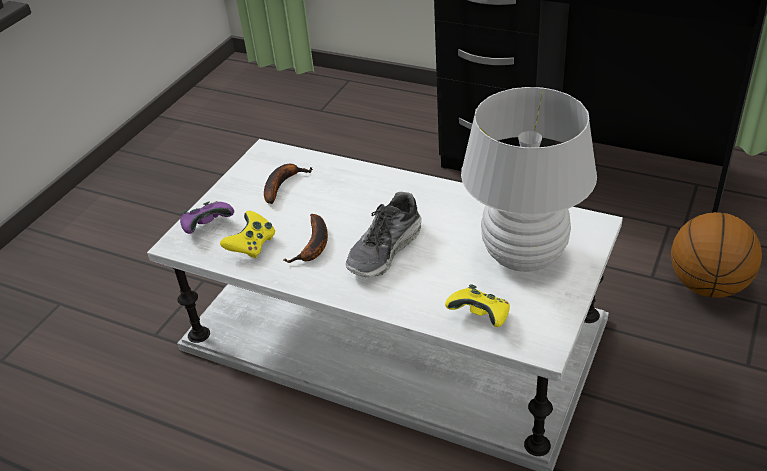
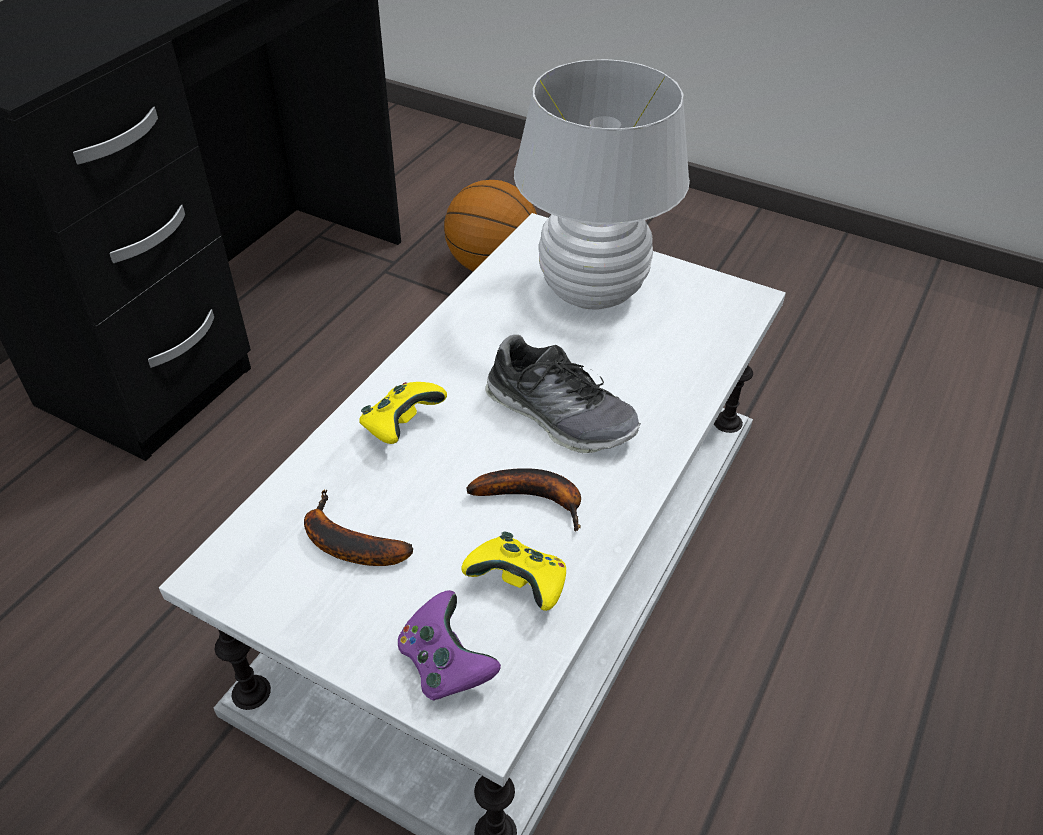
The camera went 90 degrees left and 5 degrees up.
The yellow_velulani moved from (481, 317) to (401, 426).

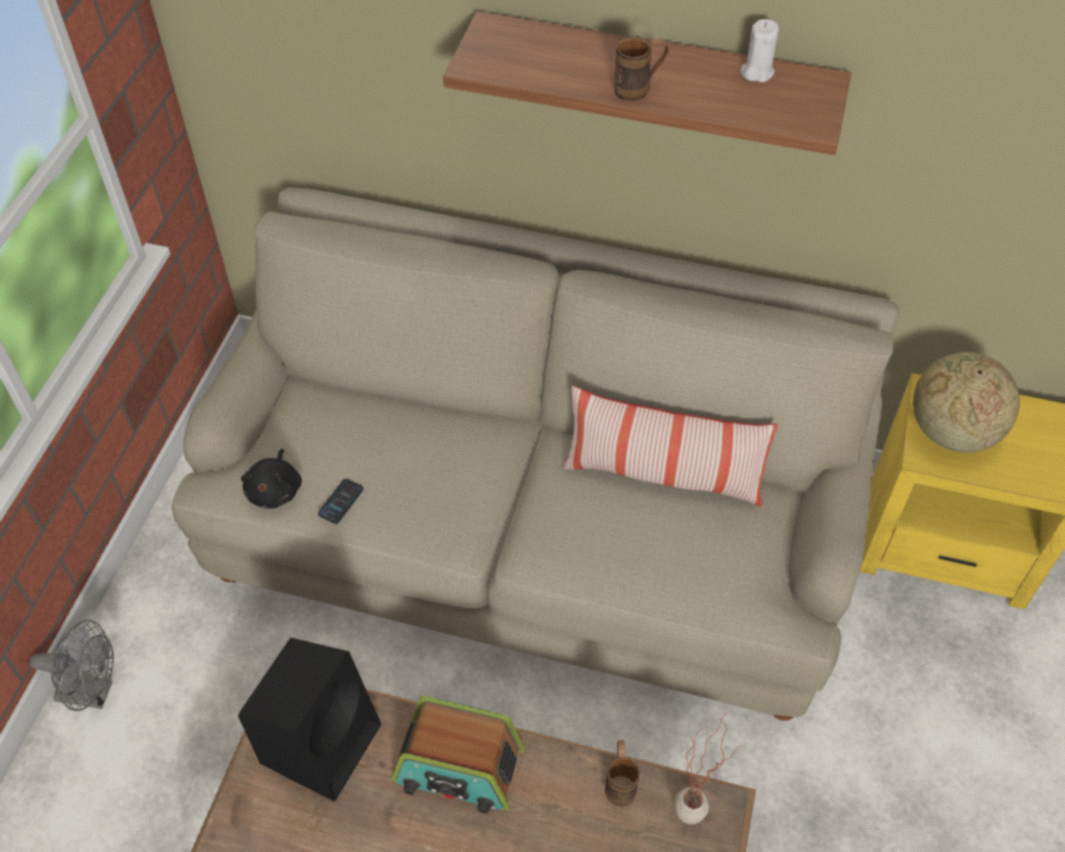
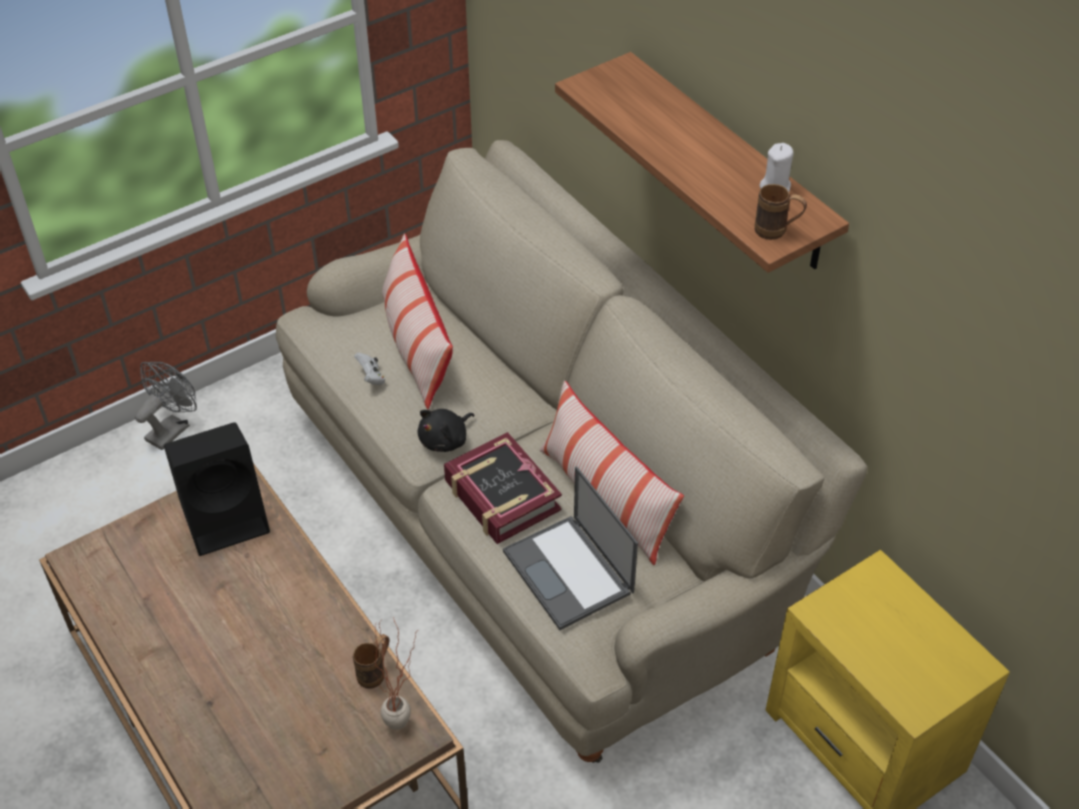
The camera went 40 degrees right and 5 degrees down.
The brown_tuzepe moved from (639, 90) to (777, 232).
The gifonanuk at (951, 432) disappeared.
The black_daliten moved from (275, 490) to (446, 440).
The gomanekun at (341, 502) was replaced by the white_velulani at (371, 377).
The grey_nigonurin at (93, 693) turned 105 degrees counterclockwise.
The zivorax at (458, 767) disappeared.
The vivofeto at (417, 348) appeared.
The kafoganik at (501, 496) appeared.
The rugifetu at (569, 573) appeared.

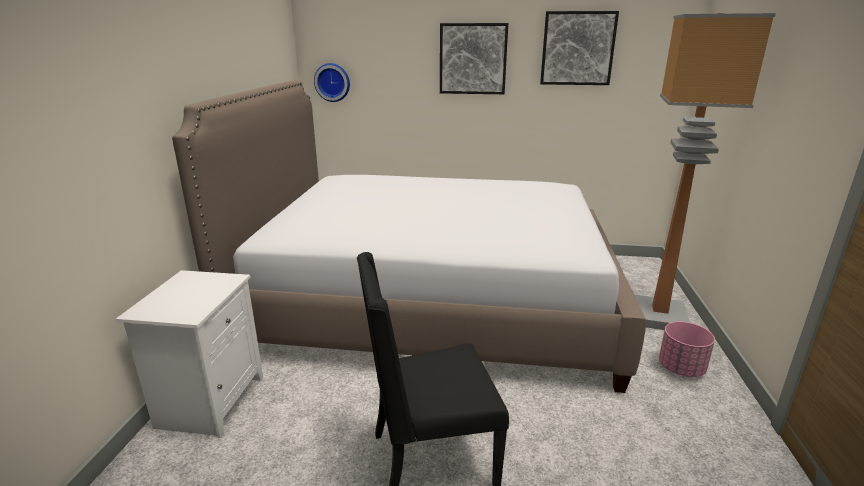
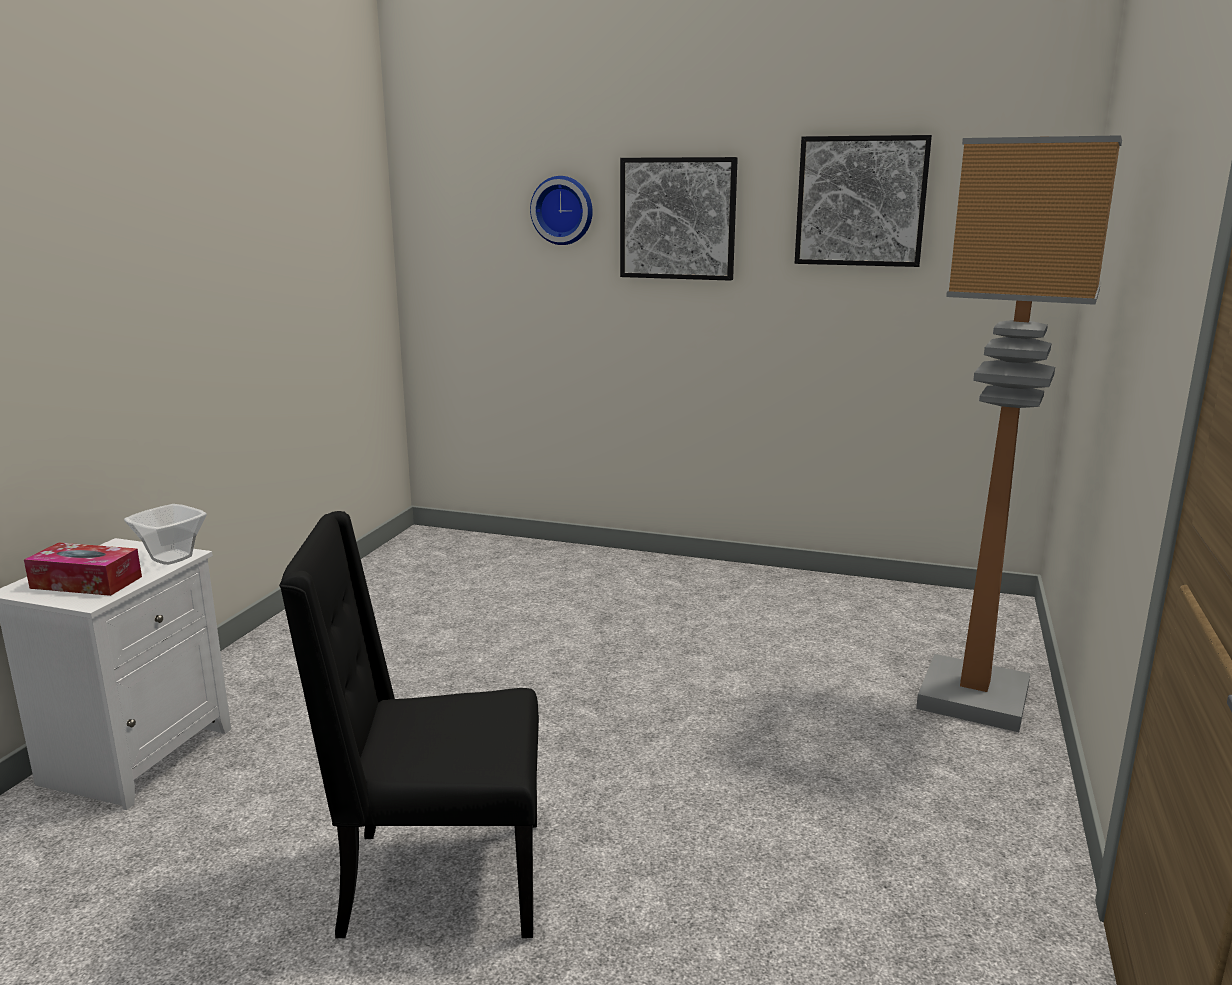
The camera went 10 degrees right and 5 degrees down.
The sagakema moved from (333, 82) to (563, 210).
The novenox at (431, 302) disappeared.
The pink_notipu at (681, 368) disappeared.
The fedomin at (172, 557) appeared.
The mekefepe at (86, 582) appeared.

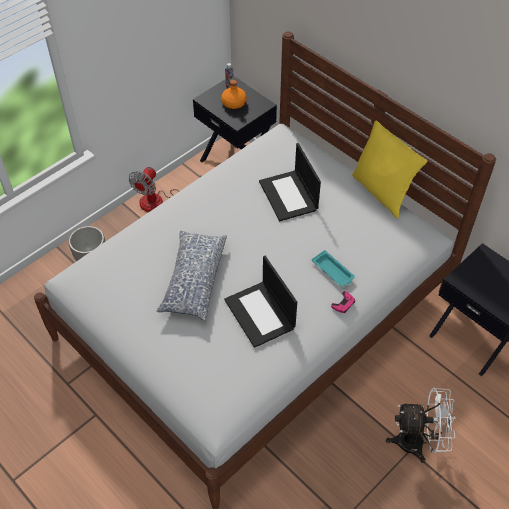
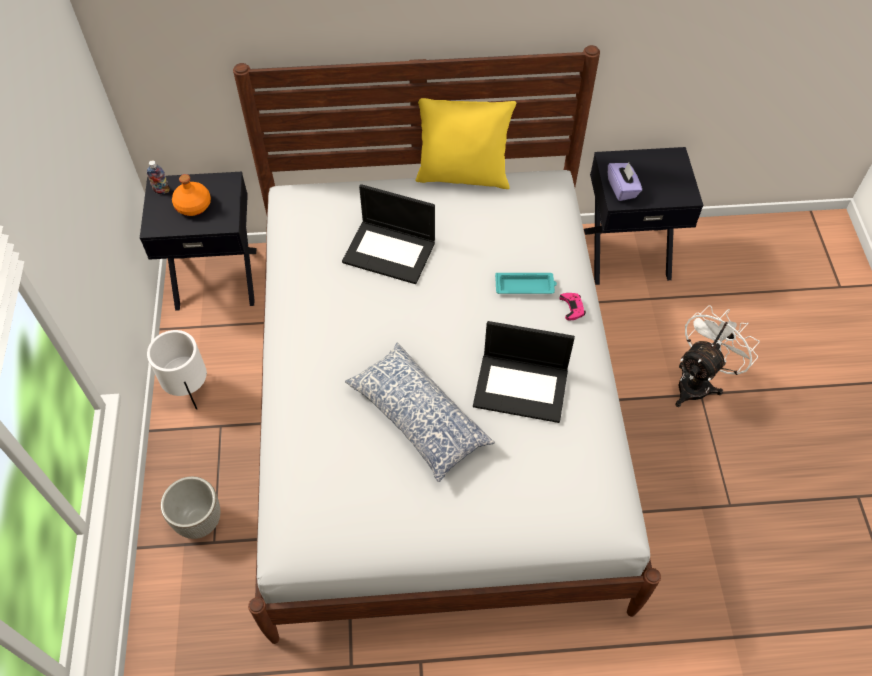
The camera went 50 degrees left and 5 degrees up.
The nigonurin at (160, 201) was replaced by the white_notipu at (190, 390).
The purple_mekefepe at (622, 189) appeared.

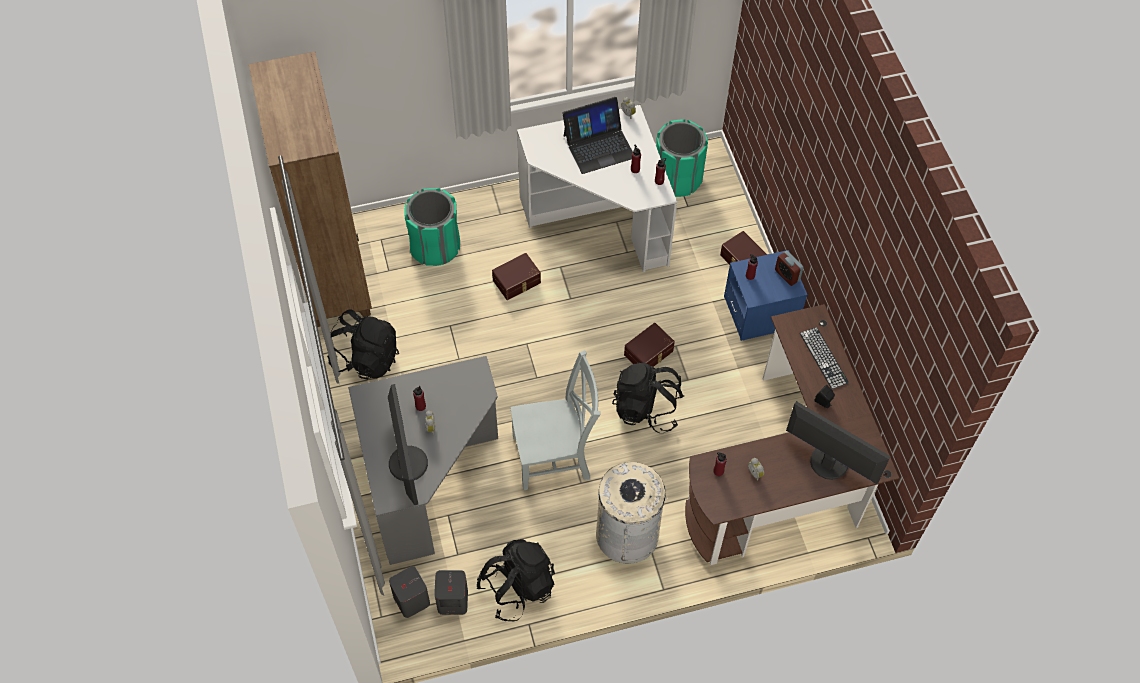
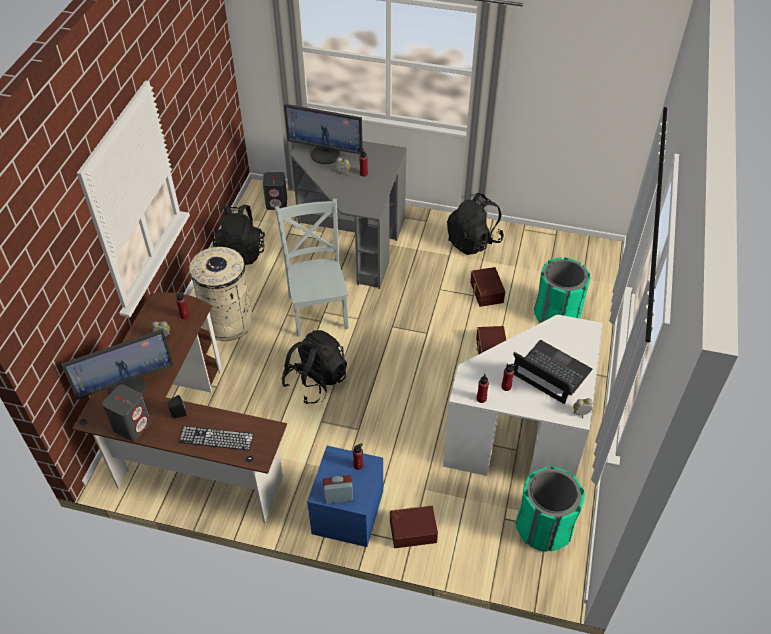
The camera went 120 degrees right and 10 degrees down.
The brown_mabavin at (334, 274) disappeared.
The rugifetu at (598, 146) turned 120 degrees clockwise.
The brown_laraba moved from (649, 353) to (485, 292).
The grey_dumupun at (555, 457) turned 150 degrees clockwise.
The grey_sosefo moved from (452, 600) to (132, 425).

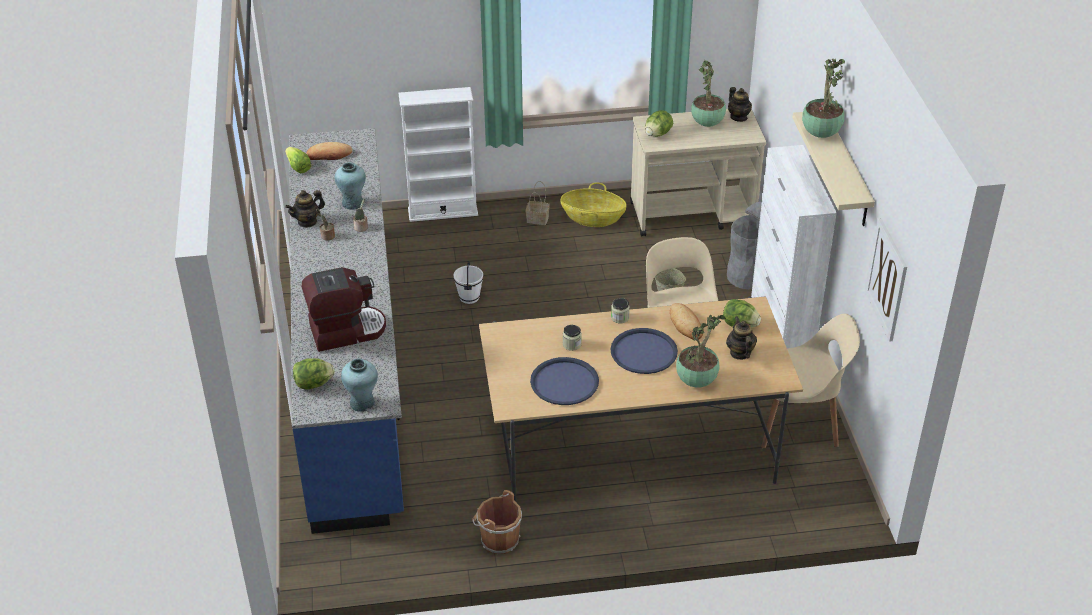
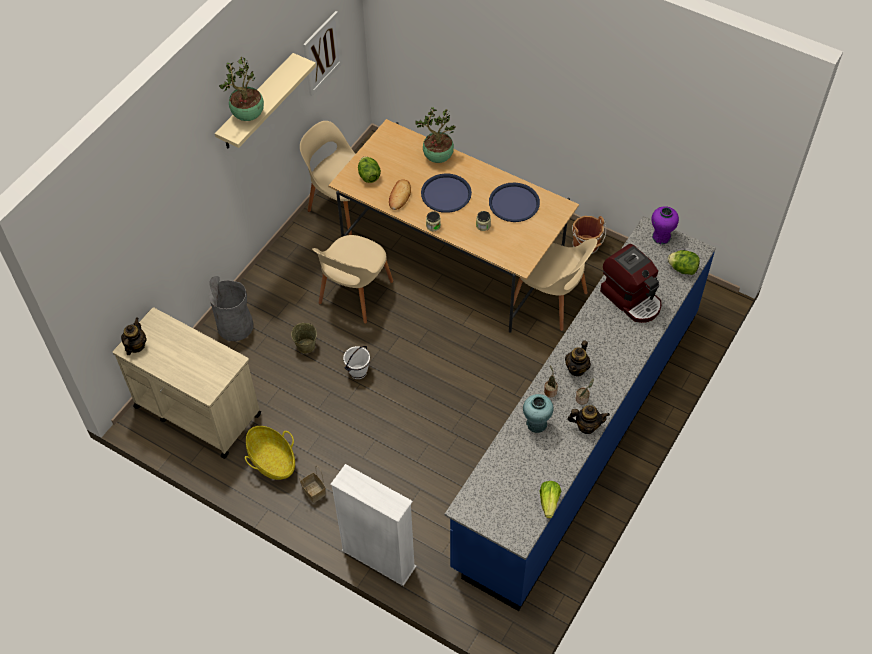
The camera went 140 degrees left and 15 degrees up.
The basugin at (707, 124) disappeared.
The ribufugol at (657, 134) disappeared.
The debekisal at (329, 155) disappeared.
The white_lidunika at (781, 333) disappeared.
The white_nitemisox moved from (469, 297) to (358, 372).
The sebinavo at (346, 330) turned 150 degrees counterclockwise.
The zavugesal moved from (740, 353) to (577, 368).
The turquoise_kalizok at (362, 402) became the purple_kalizok at (661, 237).
The beige_dumupun at (551, 301) appeared.

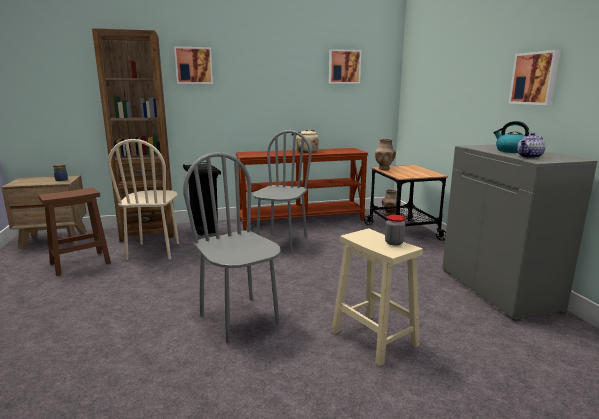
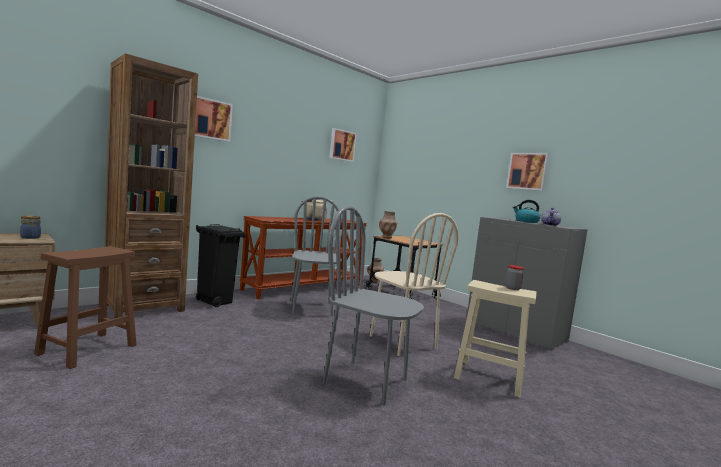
The camera went 30 degrees left and 10 degrees down.
The beige_dumupun moved from (154, 251) to (402, 342).

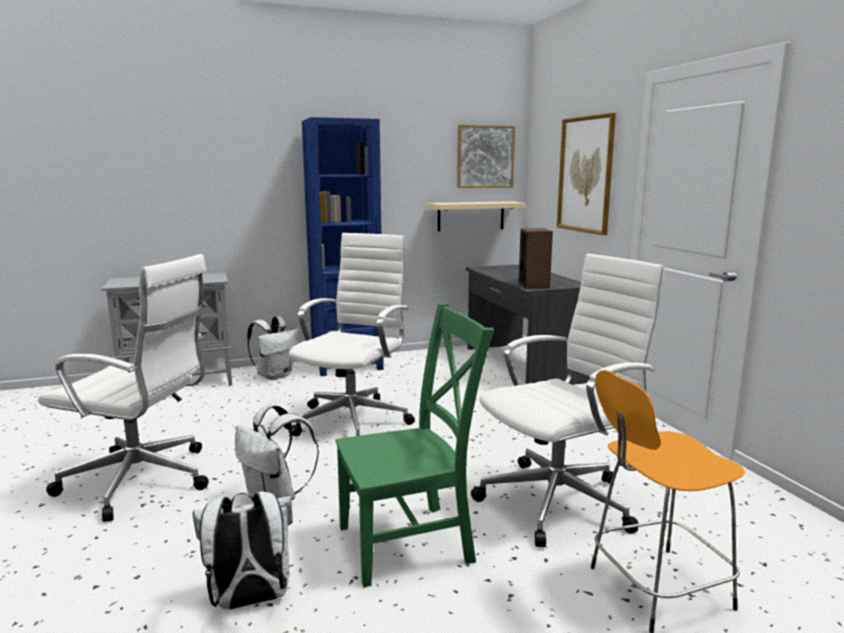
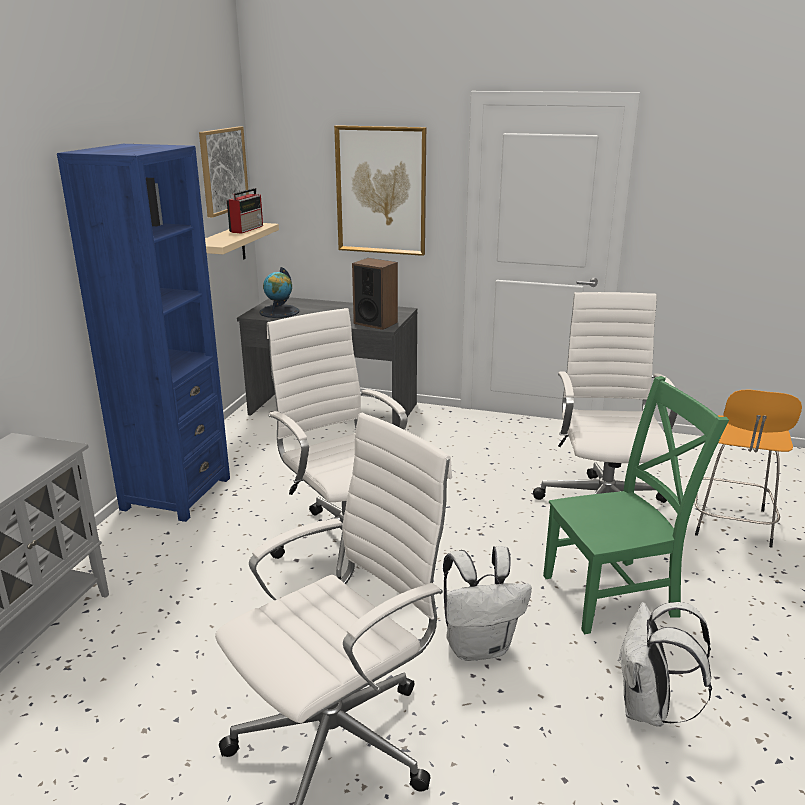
The camera went 55 degrees left and 10 degrees up.
The green_dumupun at (411, 542) turned 60 degrees clockwise.
The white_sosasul at (275, 375) disappeared.
The zivorax at (247, 229) appeared.
The gifonanuk at (279, 312) appeared.

